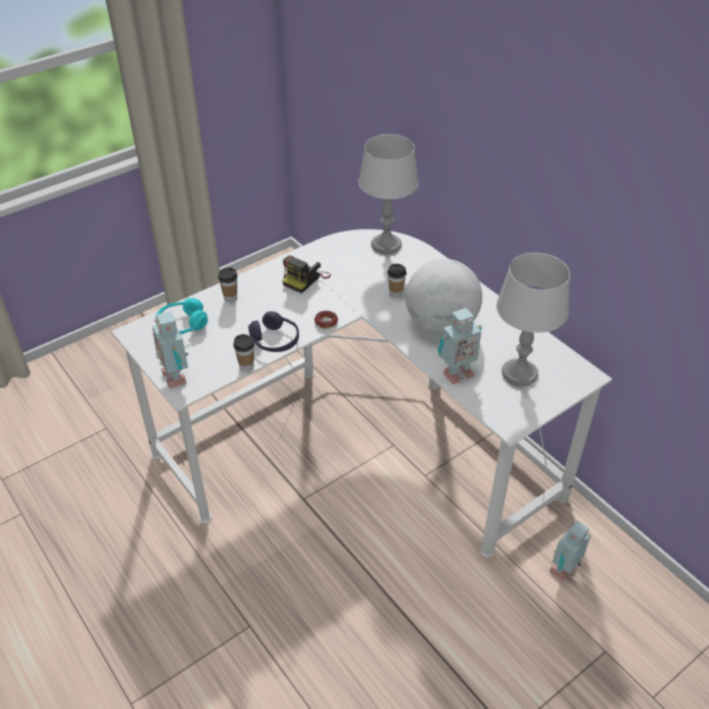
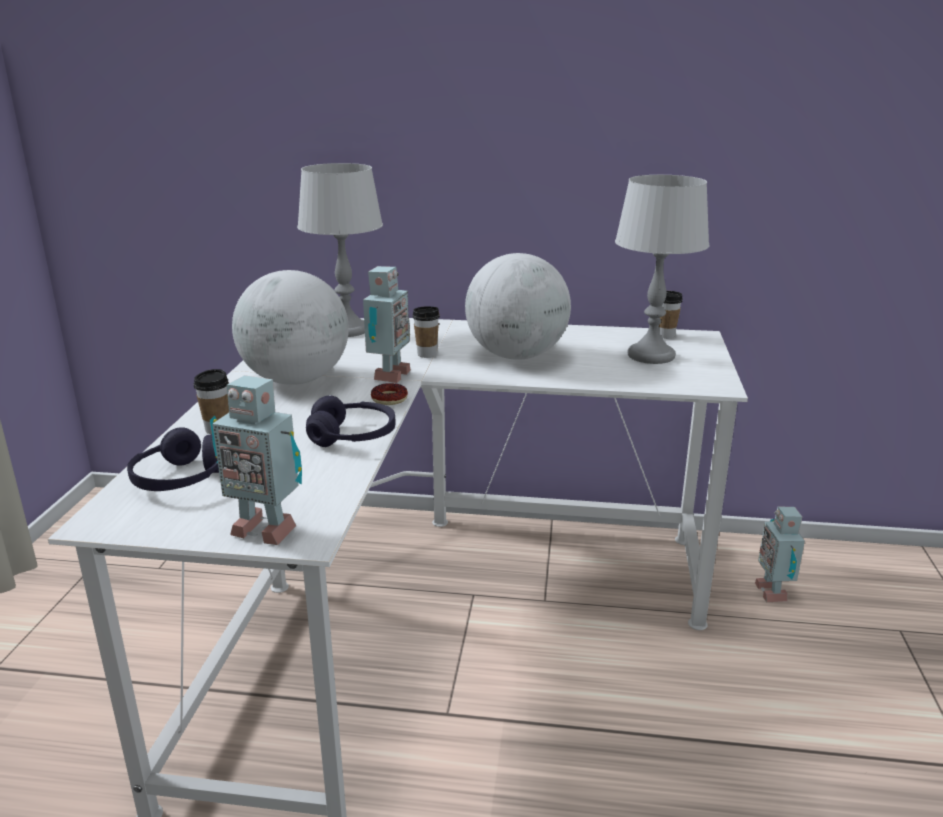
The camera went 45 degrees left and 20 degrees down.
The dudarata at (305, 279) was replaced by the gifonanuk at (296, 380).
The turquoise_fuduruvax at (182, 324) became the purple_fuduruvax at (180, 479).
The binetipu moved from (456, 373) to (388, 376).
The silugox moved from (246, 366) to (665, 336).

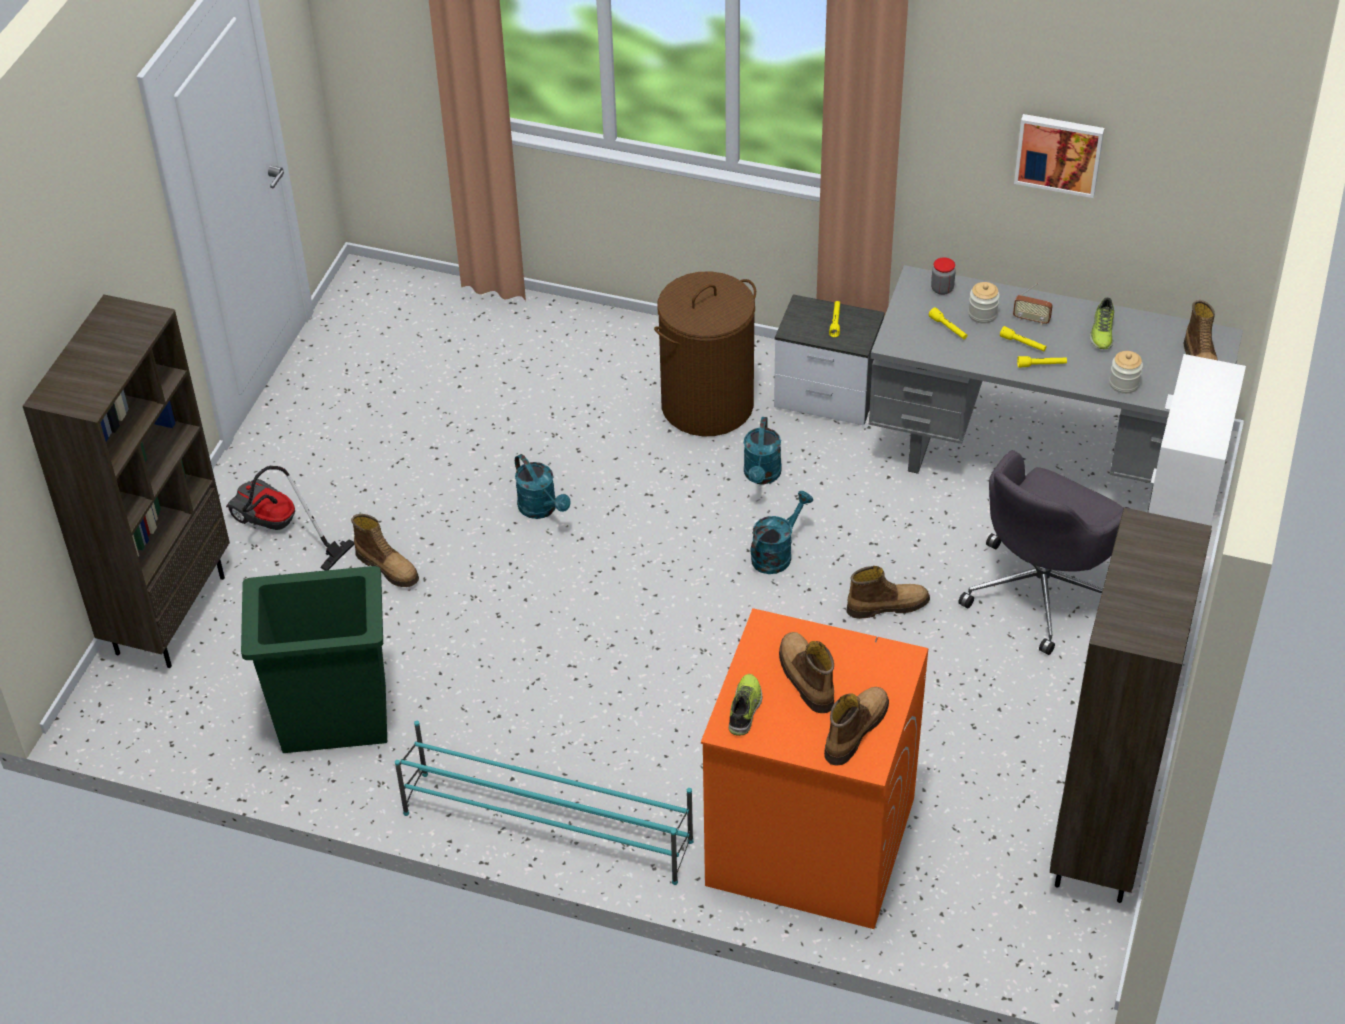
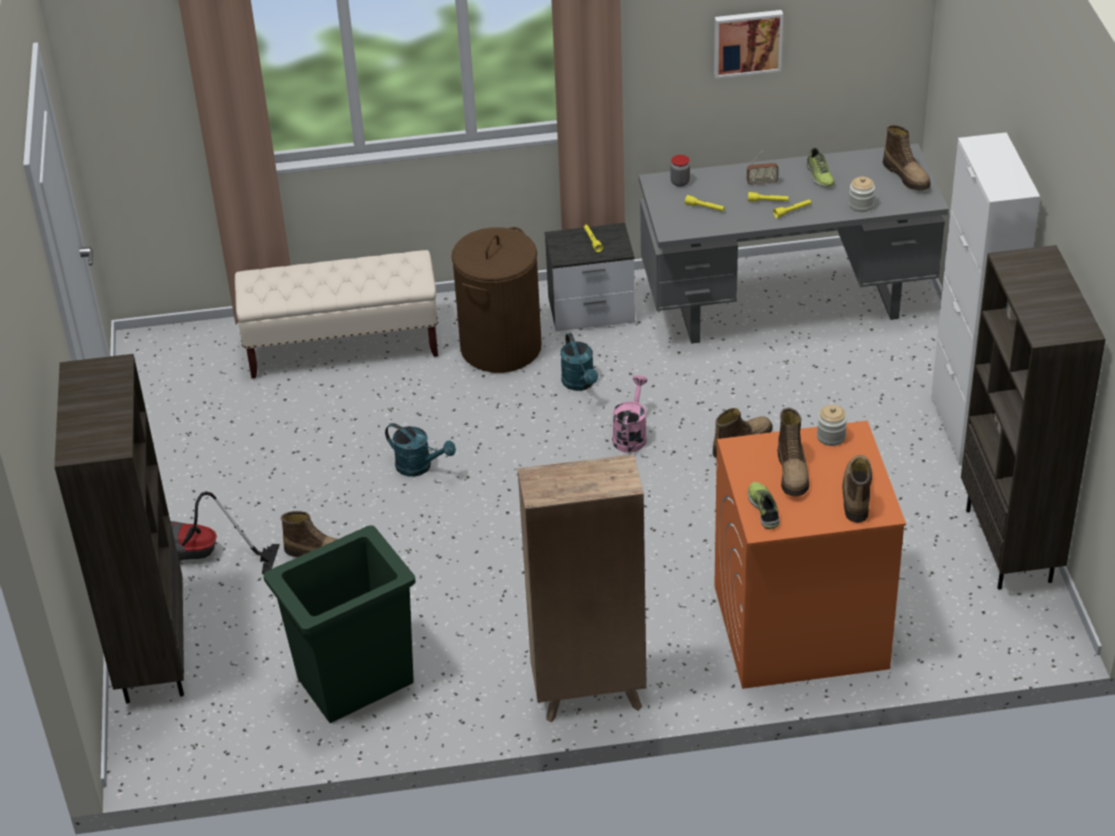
The camera went 25 degrees left and 5 degrees down.
The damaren moved from (982, 314) to (831, 436).
The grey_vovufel at (1042, 590) disappeared.
The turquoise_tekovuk at (776, 553) became the pink_tekovuk at (631, 435).
The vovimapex at (805, 678) turned 135 degrees counterclockwise.
The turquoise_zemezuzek at (546, 826) was replaced by the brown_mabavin at (587, 694).
The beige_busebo at (343, 346) appeared.

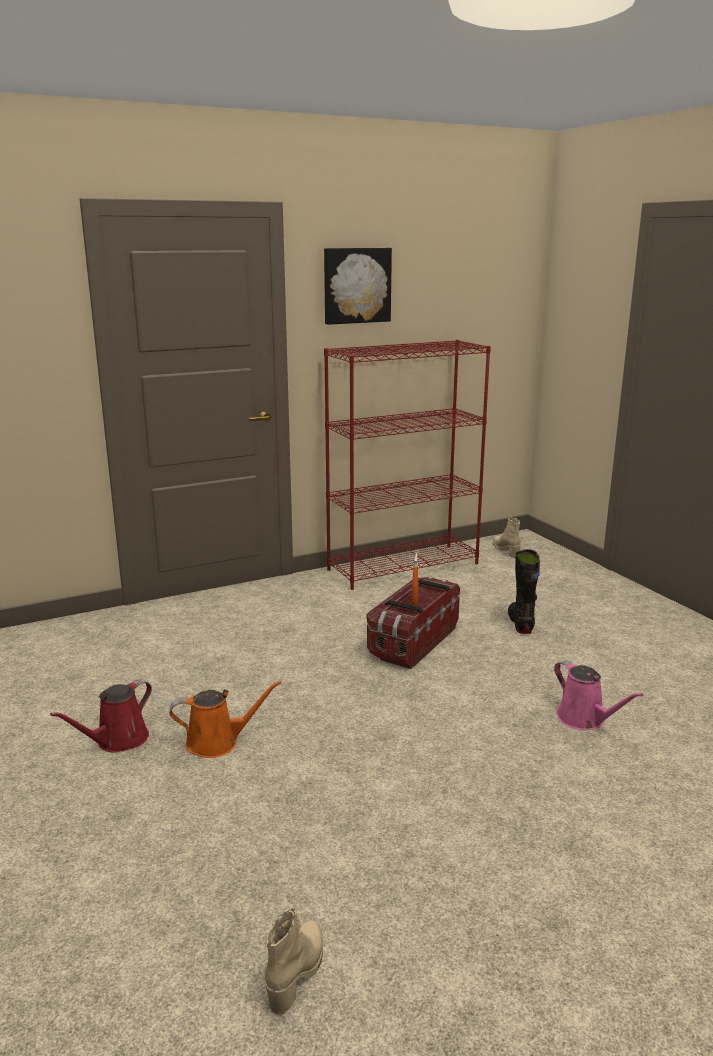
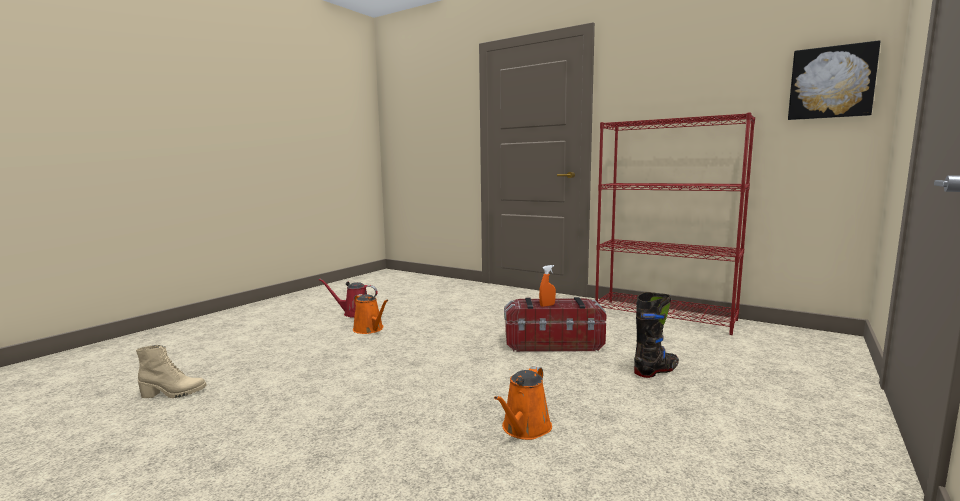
The camera went 60 degrees right and 10 degrees down.
The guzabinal moved from (356, 285) to (831, 82).
The beige_vovimapex at (506, 551) disappeared.
The pink_tekovuk at (584, 719) became the orange_tekovuk at (524, 429).

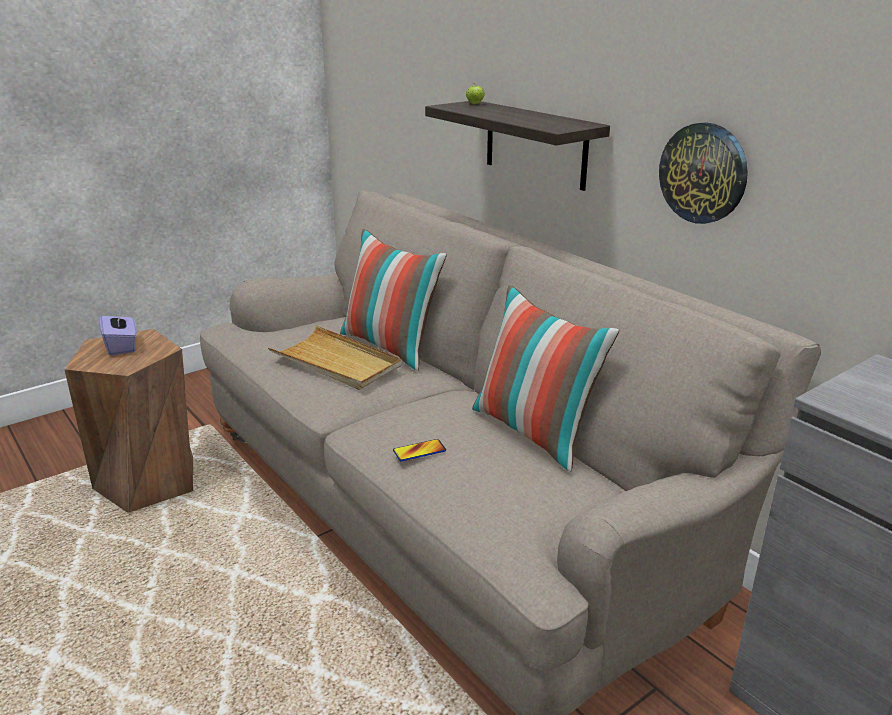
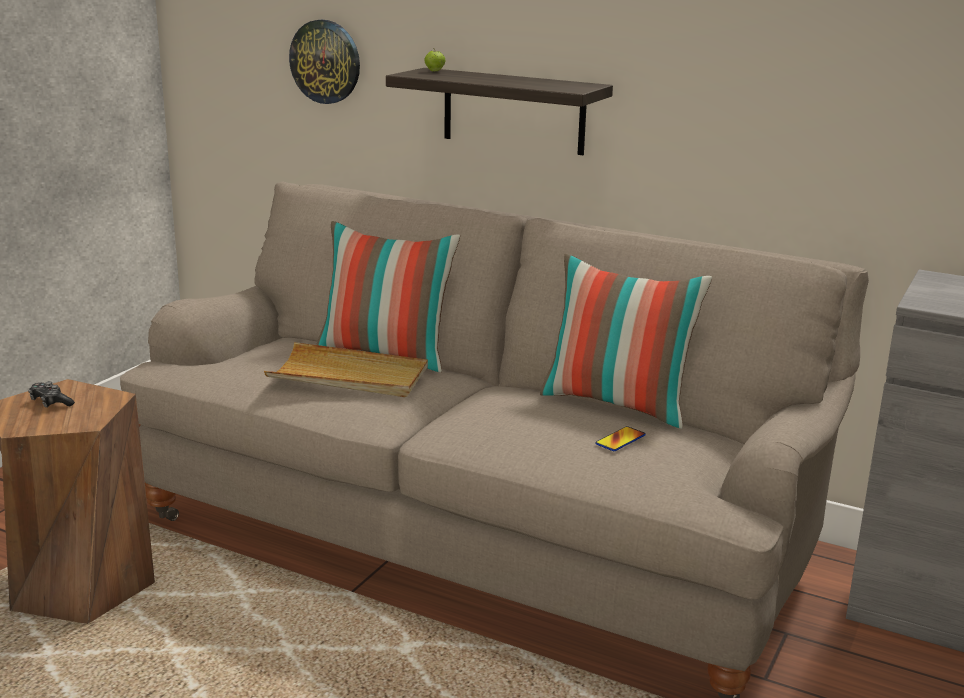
The camera went 25 degrees left and 5 degrees down.
The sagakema moved from (703, 173) to (325, 61).
The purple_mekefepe at (122, 346) was replaced by the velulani at (50, 403).
The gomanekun moved from (419, 451) to (620, 440).

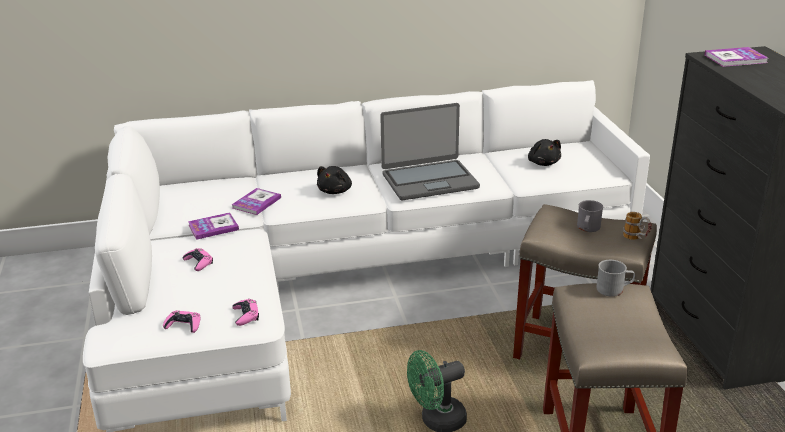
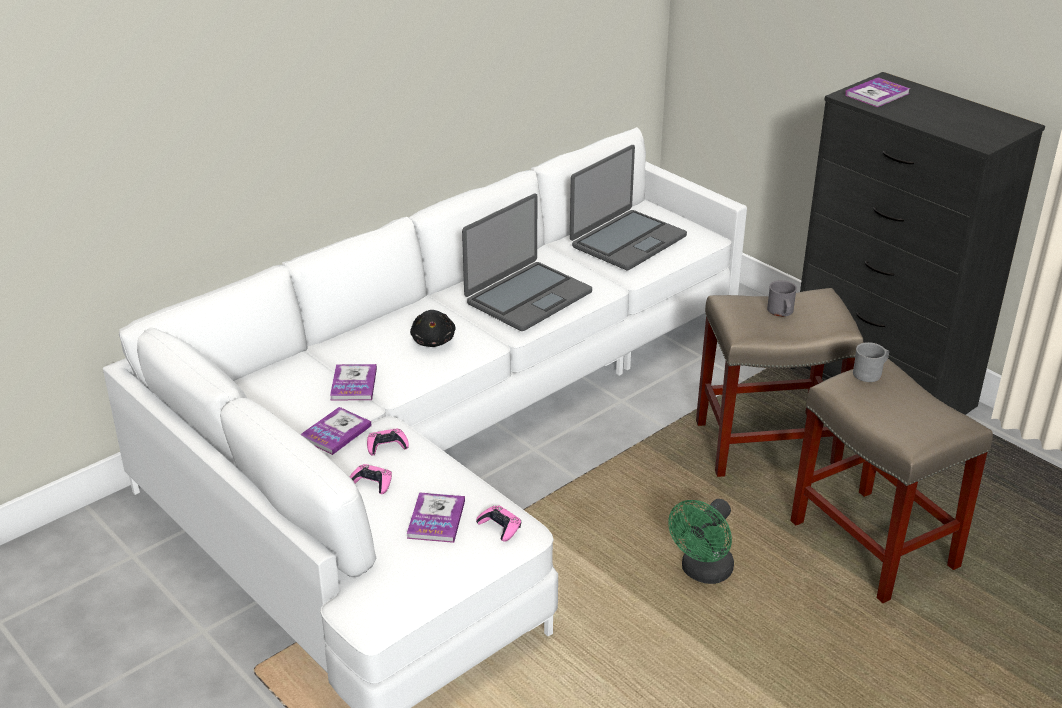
The camera went 30 degrees left and 5 degrees up.
The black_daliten at (543, 163) was replaced by the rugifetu at (627, 241).
The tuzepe at (636, 239) disappeared.
The pink_velulani moved from (183, 325) to (387, 446).
The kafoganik at (436, 519) appeared.

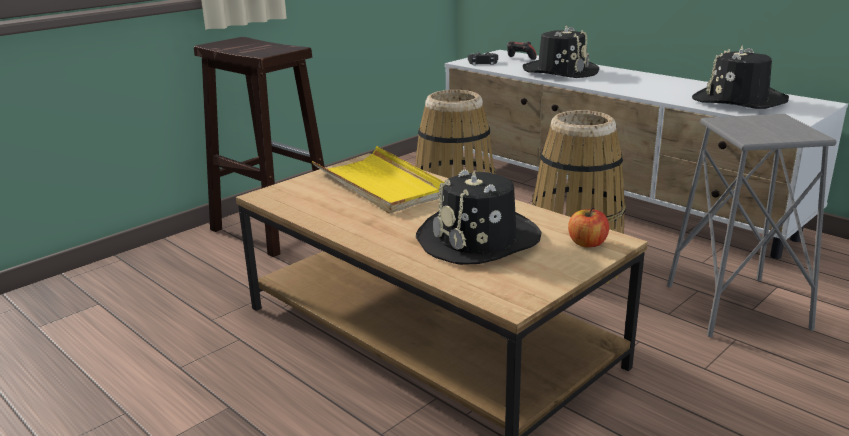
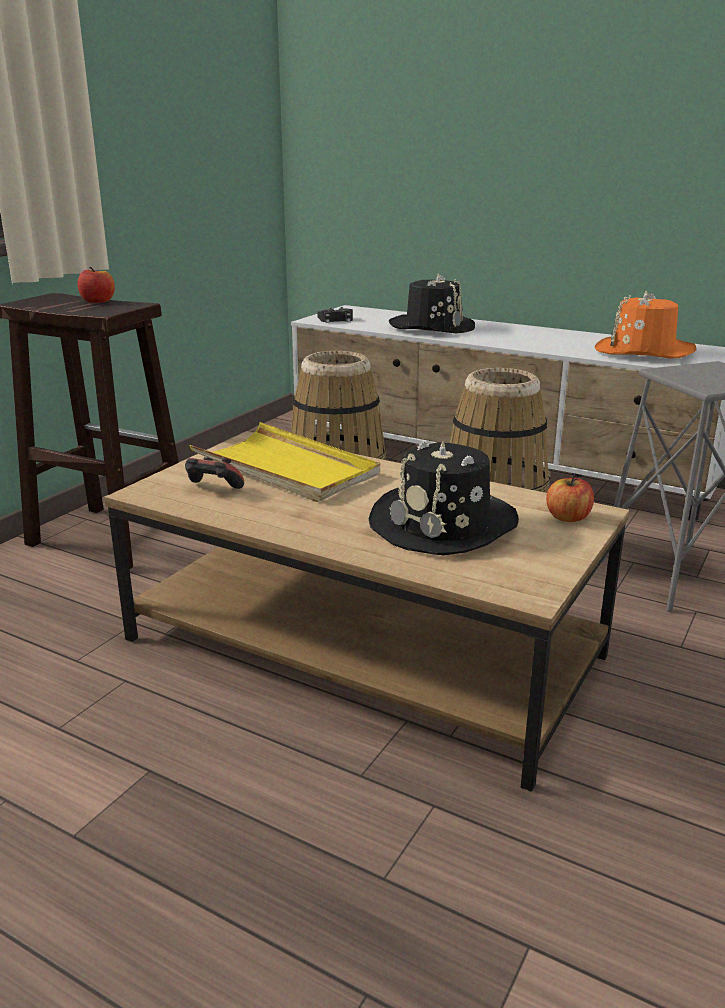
The camera went 15 degrees left and 0 degrees up.
The velulani moved from (520, 59) to (213, 490).
The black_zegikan at (738, 100) became the orange_zegikan at (643, 351).
The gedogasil at (98, 301) appeared.

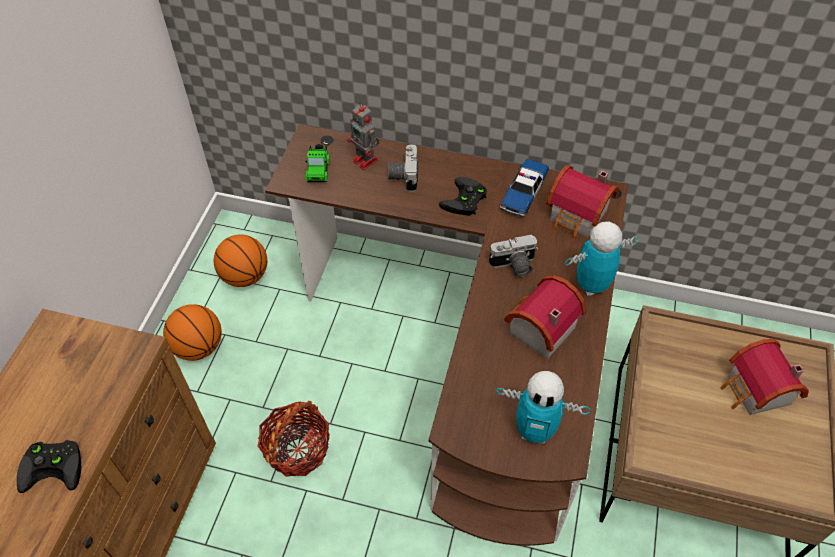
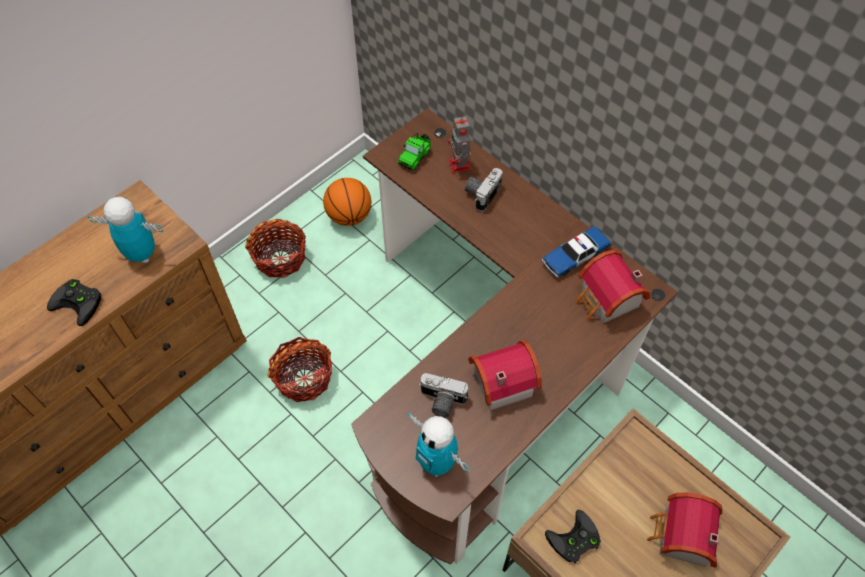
The camera went 30 degrees right and 5 degrees up.
The black_velulani moved from (465, 201) to (573, 541).
The binetipu moved from (591, 285) to (141, 254).
The dudarata moved from (514, 266) to (441, 402).
The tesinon at (198, 347) was replaced by the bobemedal at (280, 258).

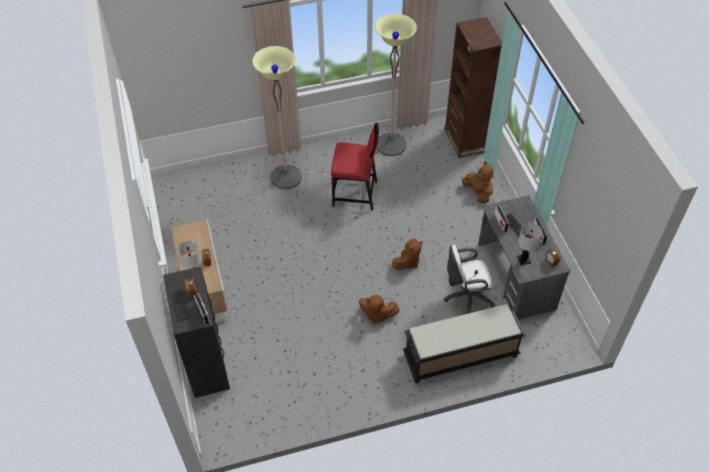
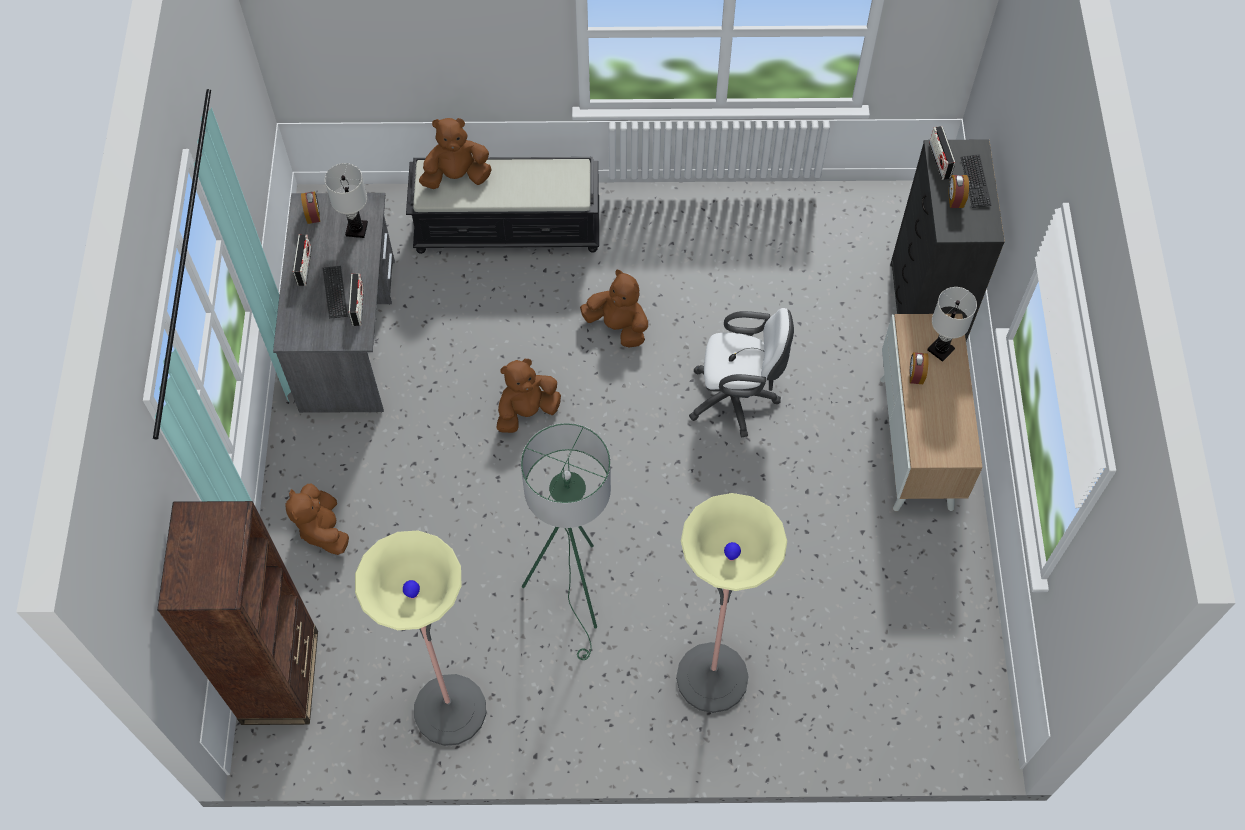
The camera went 165 degrees left and 10 degrees up.
The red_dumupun at (355, 194) was replaced by the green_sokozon at (575, 592).
The white_vovufel moved from (466, 297) to (737, 398).
The brown_daliten at (457, 176) appeared.

